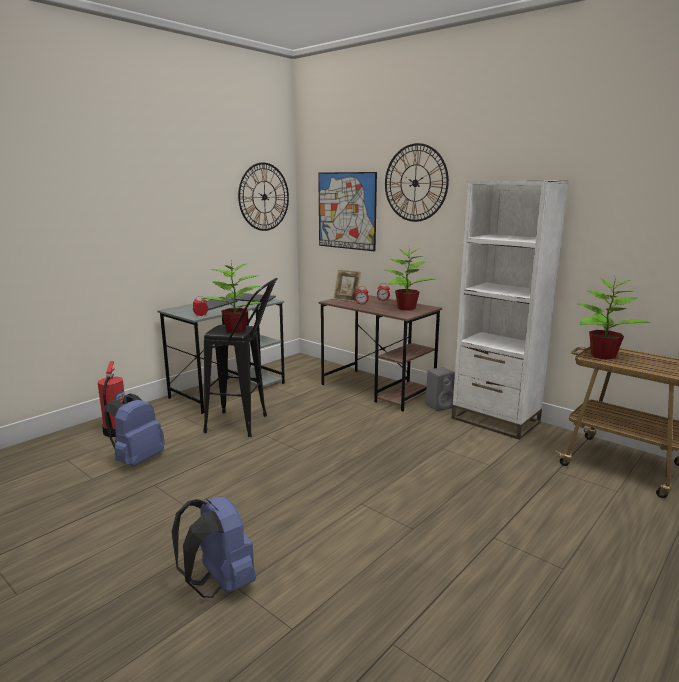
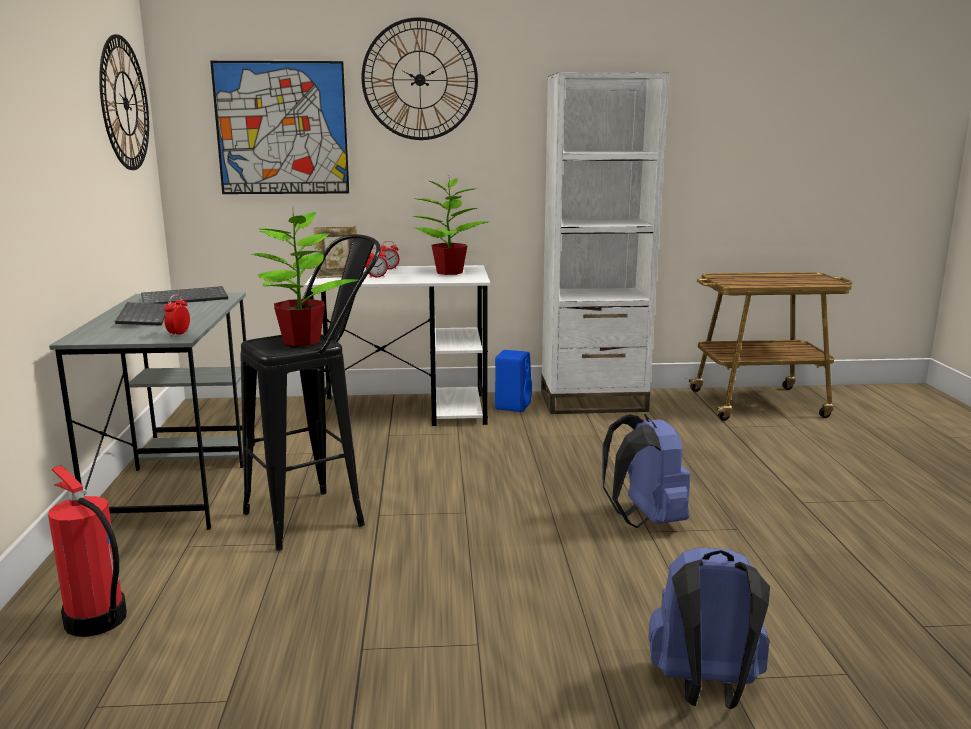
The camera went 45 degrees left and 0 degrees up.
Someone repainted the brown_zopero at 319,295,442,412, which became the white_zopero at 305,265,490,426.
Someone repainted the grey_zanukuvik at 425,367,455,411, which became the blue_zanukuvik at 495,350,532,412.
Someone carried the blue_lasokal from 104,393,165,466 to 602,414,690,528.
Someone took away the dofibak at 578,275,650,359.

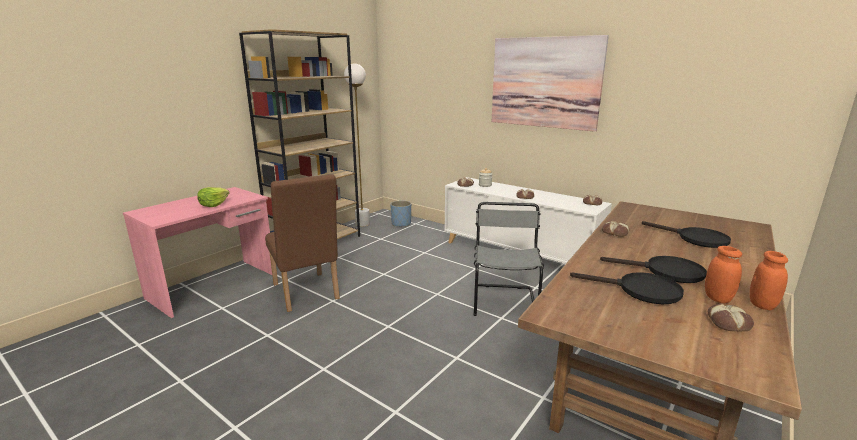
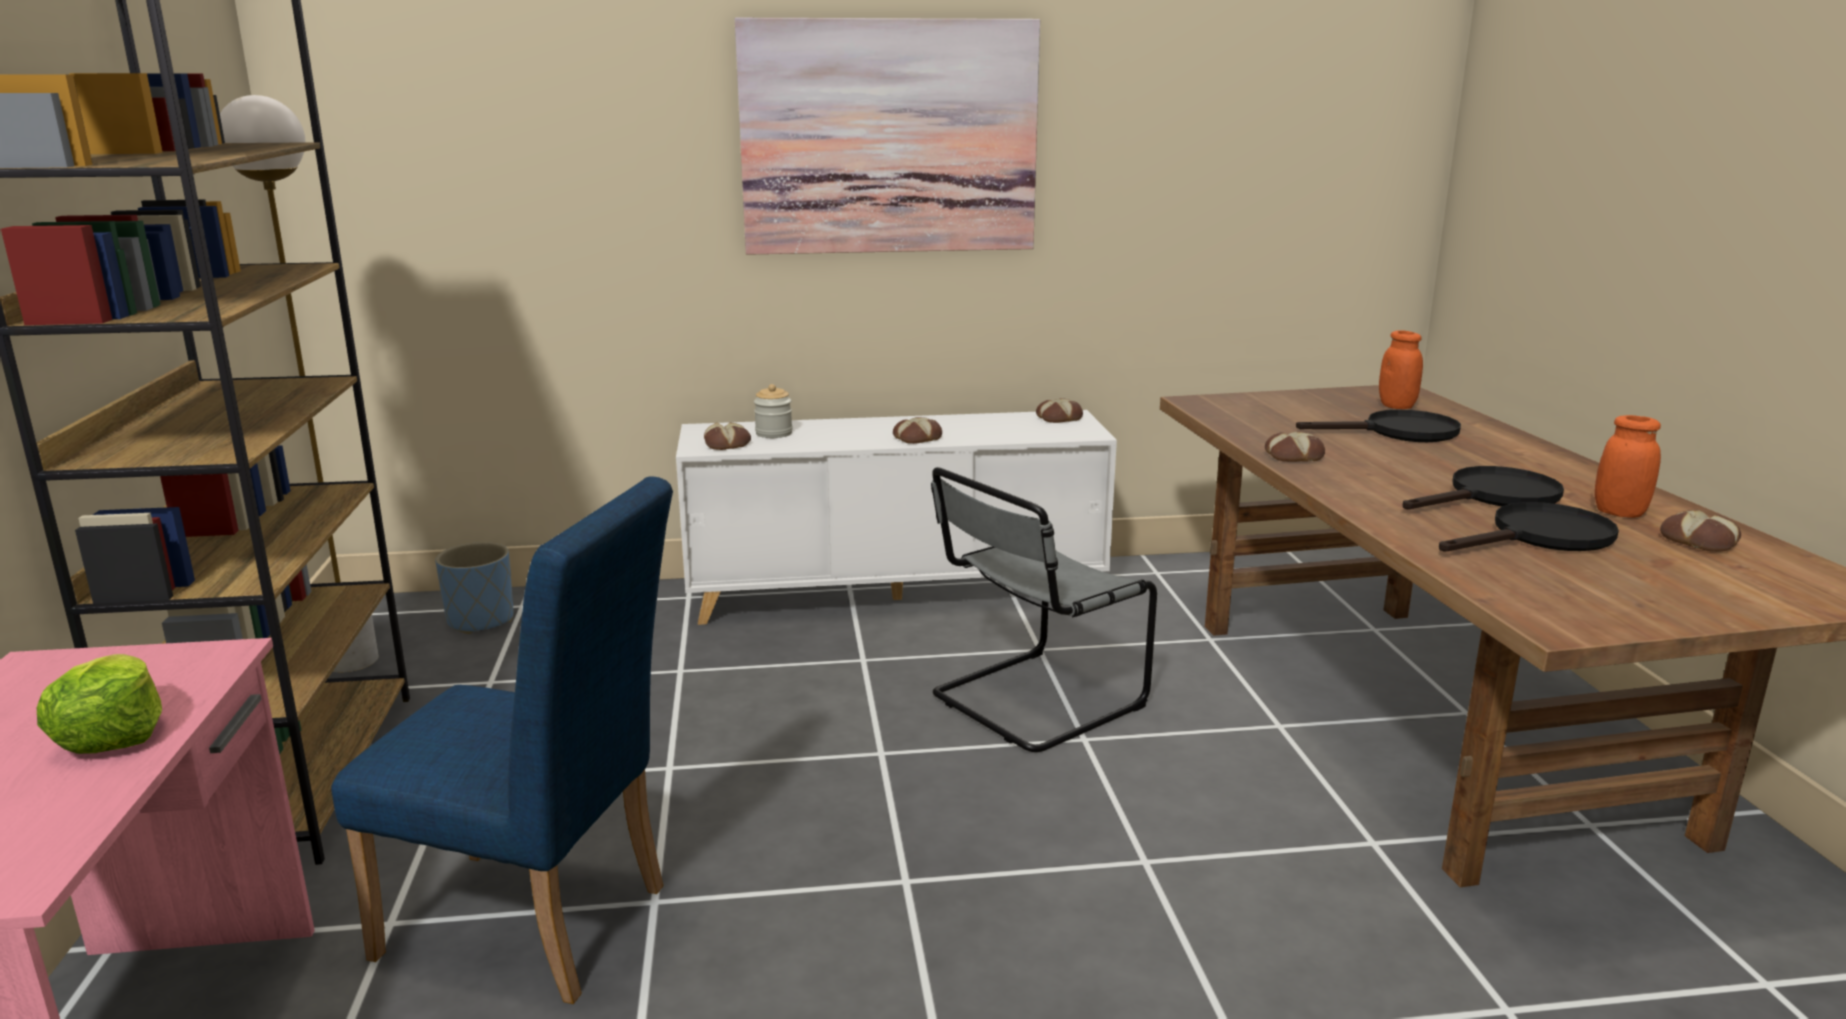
The camera went 45 degrees left and 0 degrees up.
Someone repainted the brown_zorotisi at 265,174,340,312, which became the blue_zorotisi at 331,476,673,1004.
Someone rotated the grey_zorotisi at 474,202,544,316 by 90 degrees counterclockwise.
Someone carried the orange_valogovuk from 750,251,788,310 to 1379,330,1423,409.

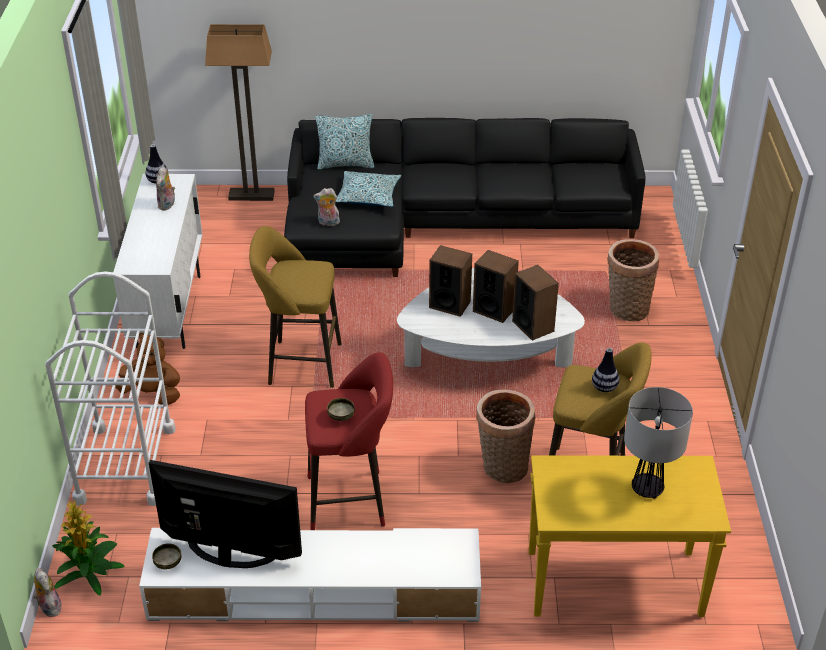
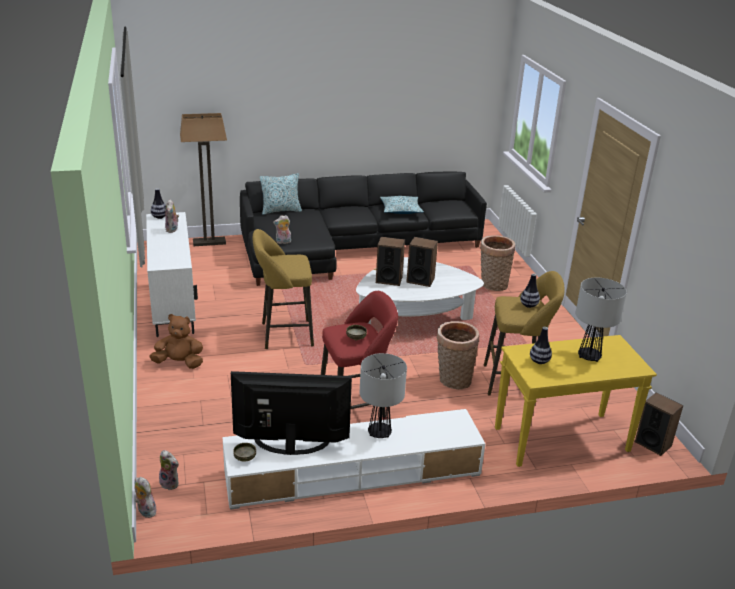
The camera went 15 degrees left and 10 degrees down.
Someone swapped the dofibak at 52,499,124,596 for the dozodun at 159,450,179,490.
Someone put down the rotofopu at 360,353,407,438.
Someone carried the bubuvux from 336,171,401,207 to 380,196,424,214.
Someone put down the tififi at 530,327,552,364.
Someone carried the zanukuvik from 512,265,559,341 to 635,392,683,456.
Someone took away the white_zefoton at 45,271,176,506.

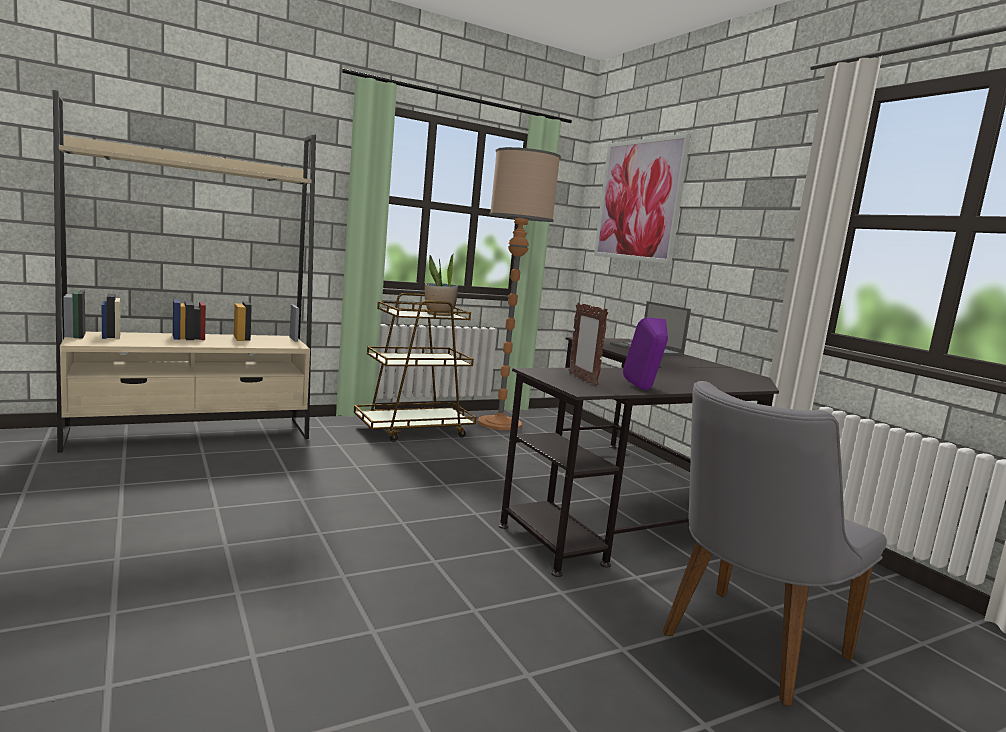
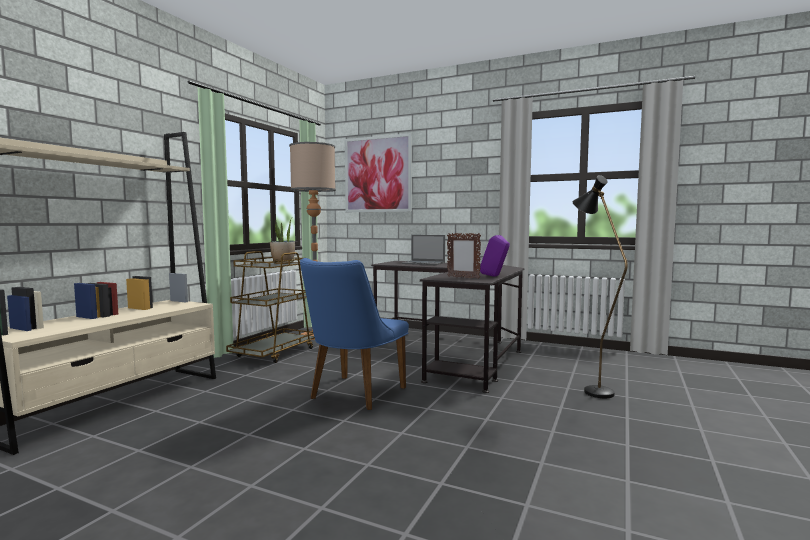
The camera went 35 degrees left and 5 degrees down.
Someone put down the blue_zorotisi at 300,258,409,410.
Someone swapped the grey_zorotisi at 663,381,887,706 for the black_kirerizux at 573,175,628,399.

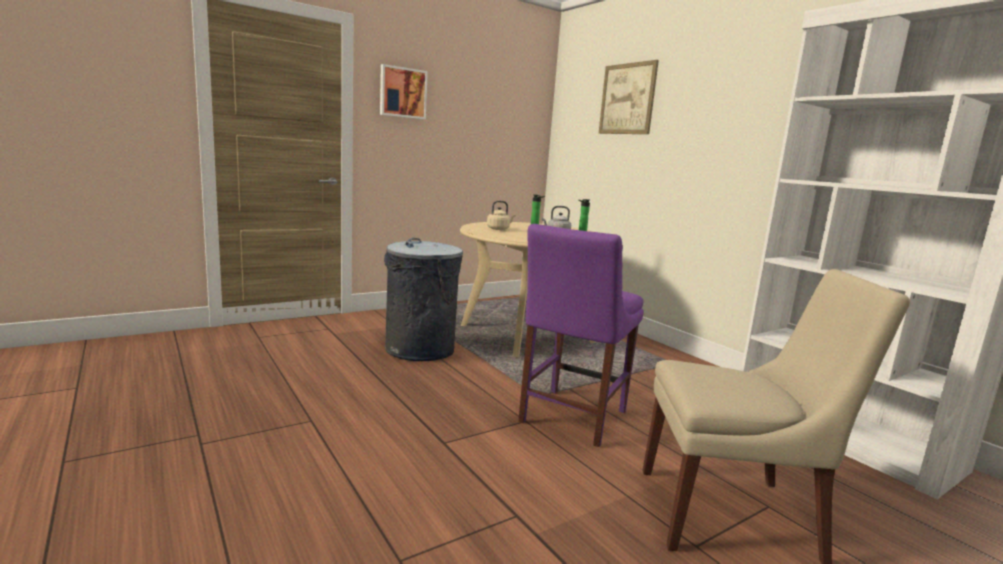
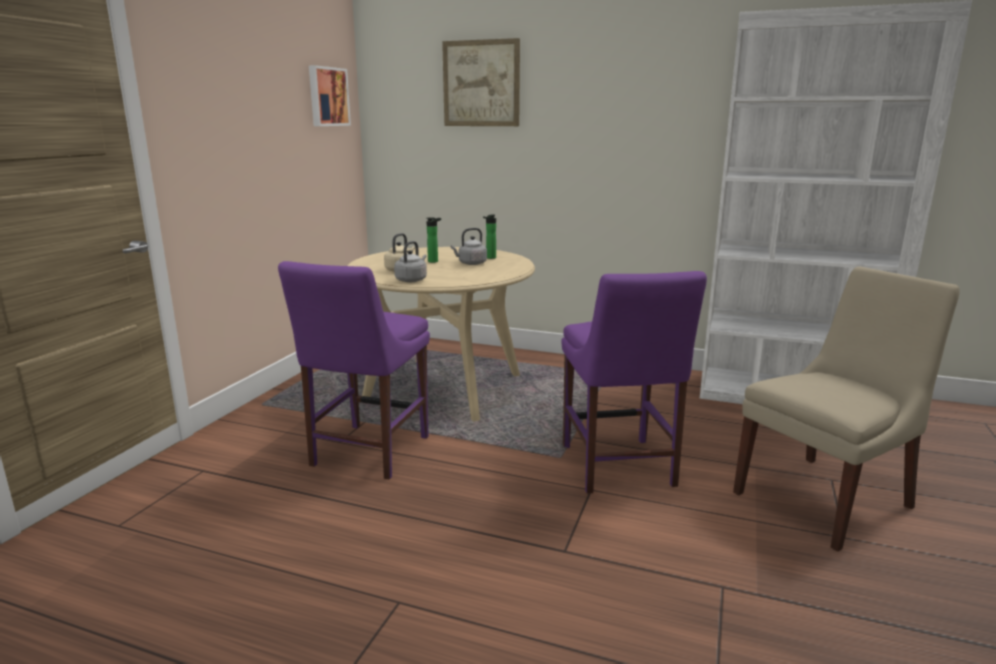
The camera went 35 degrees left and 5 degrees up.
Someone swapped the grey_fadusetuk at 384,238,463,361 for the purple_zorotisi at 278,261,430,480.
Someone carried the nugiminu from 380,64,428,119 to 309,65,351,126.
Someone put down the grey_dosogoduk at 394,241,427,282.

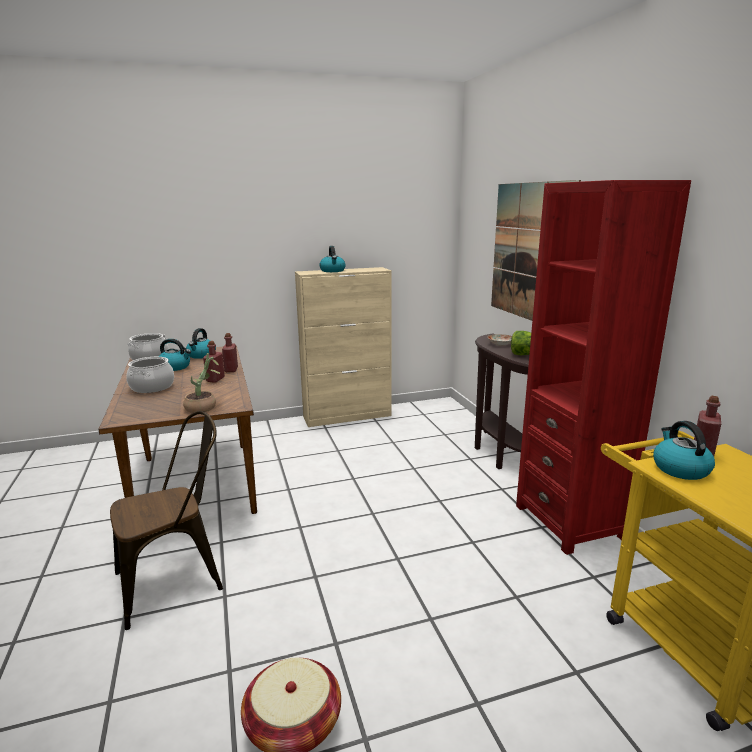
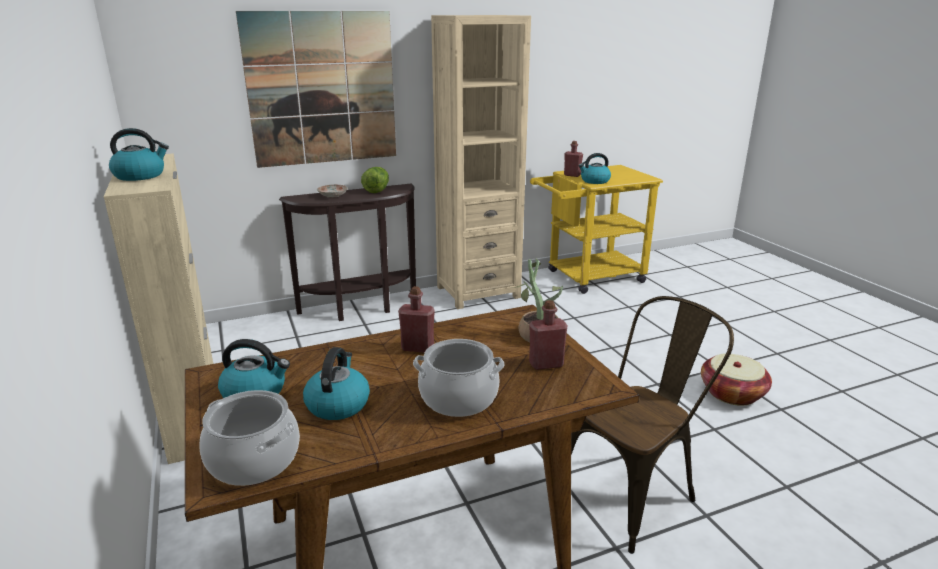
The camera went 95 degrees left and 5 degrees up.
Someone repainted the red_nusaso at 516,180,691,555, which became the beige_nusaso at 431,15,531,309.
Someone carried the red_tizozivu from 222,333,238,372 to 529,300,568,370.
Someone rotated the brown_zorotisi at 110,411,223,630 by 90 degrees clockwise.

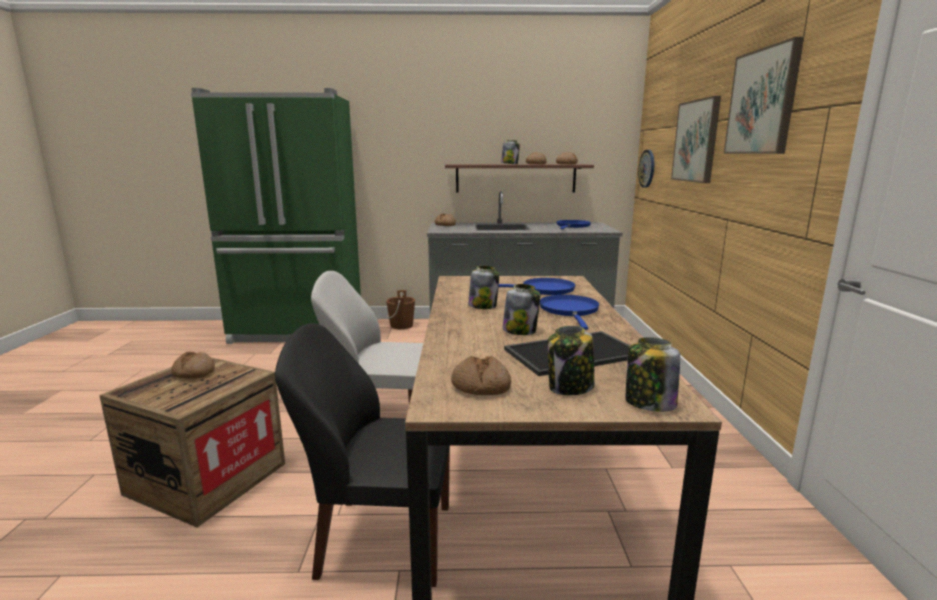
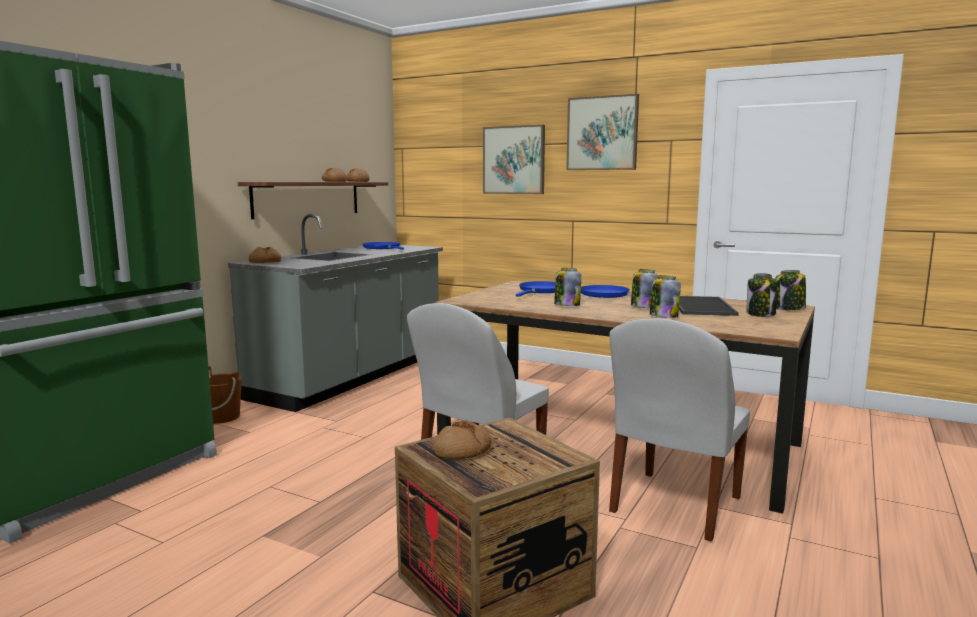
The camera went 60 degrees left and 5 degrees down.
Someone repainted the black_zorotisi at 275,323,450,587, which became the white_zorotisi at 609,318,750,542.
Someone carried the valogovuk from 501,140,520,164 to 650,275,681,318.
Someone took away the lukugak at 451,356,511,395.
Someone took away the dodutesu at 638,150,654,188.

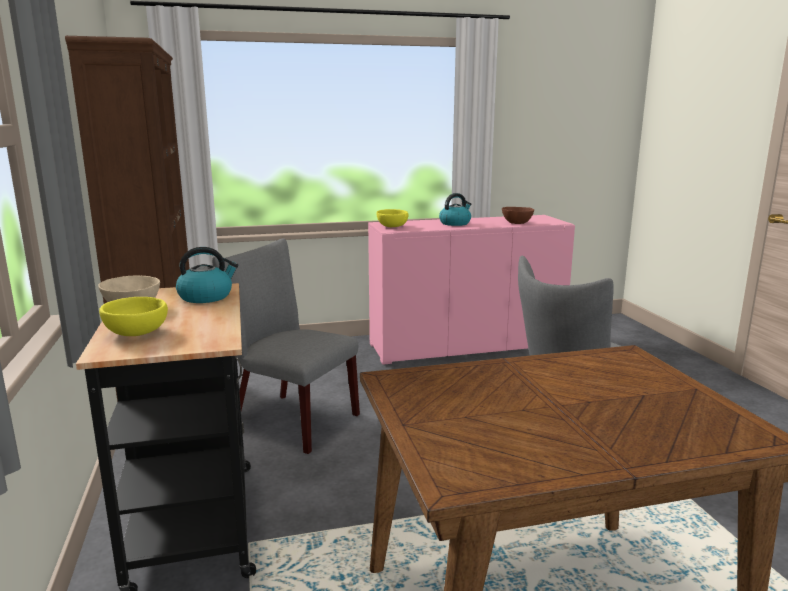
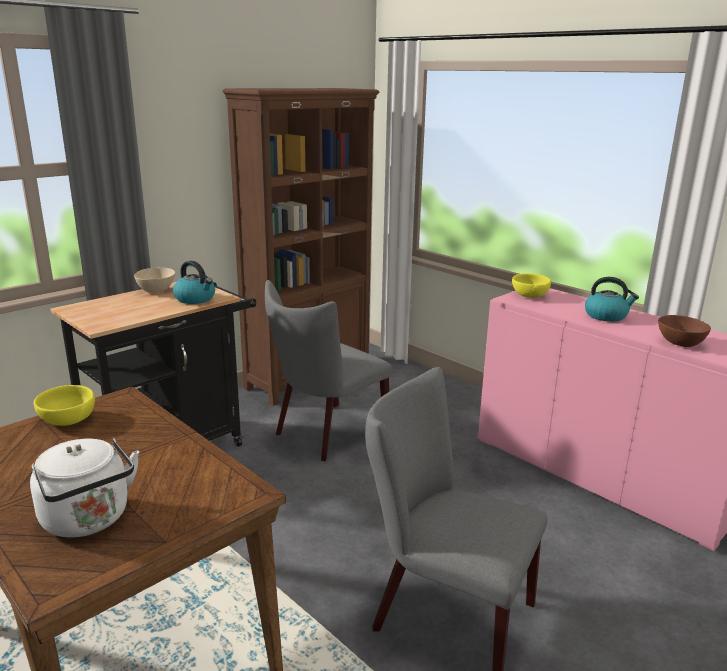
The camera went 60 degrees right and 5 degrees up.
Someone put down the white_dosogoduk at 30,438,139,538.
Someone carried the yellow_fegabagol from 99,297,168,336 to 34,385,95,426.
Someone rotated the grey_zorotisi at 212,238,360,454 by 135 degrees counterclockwise.

